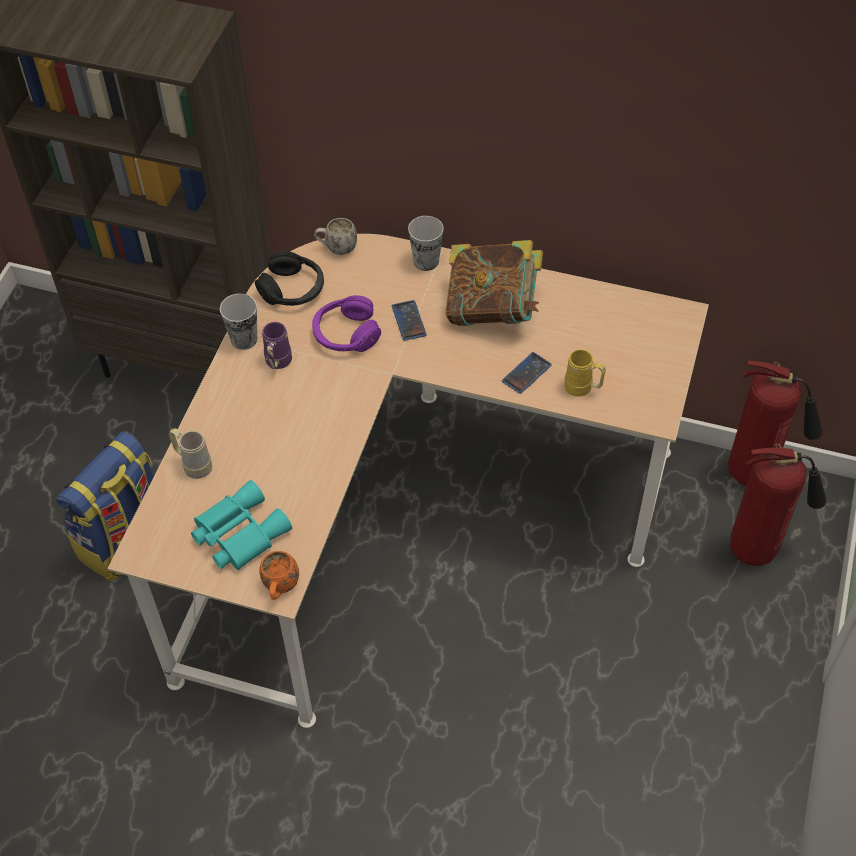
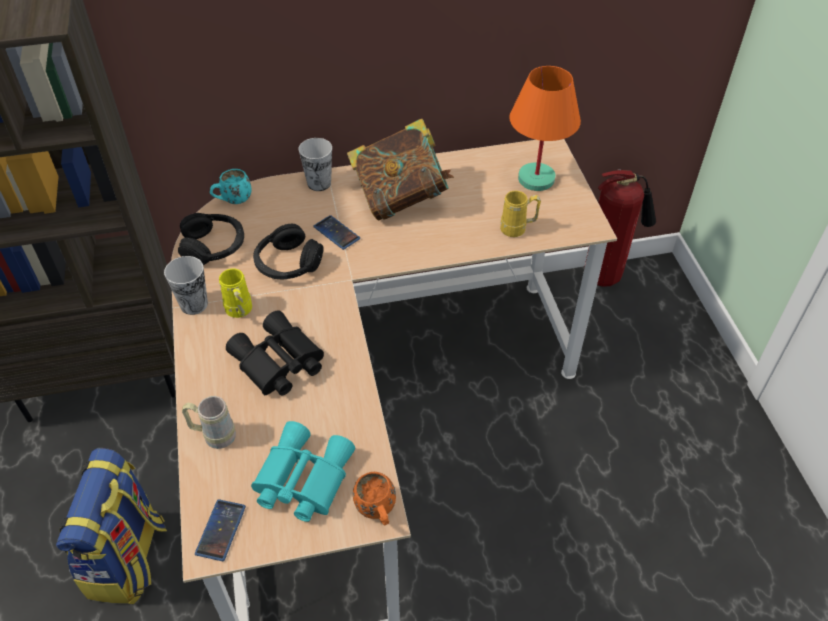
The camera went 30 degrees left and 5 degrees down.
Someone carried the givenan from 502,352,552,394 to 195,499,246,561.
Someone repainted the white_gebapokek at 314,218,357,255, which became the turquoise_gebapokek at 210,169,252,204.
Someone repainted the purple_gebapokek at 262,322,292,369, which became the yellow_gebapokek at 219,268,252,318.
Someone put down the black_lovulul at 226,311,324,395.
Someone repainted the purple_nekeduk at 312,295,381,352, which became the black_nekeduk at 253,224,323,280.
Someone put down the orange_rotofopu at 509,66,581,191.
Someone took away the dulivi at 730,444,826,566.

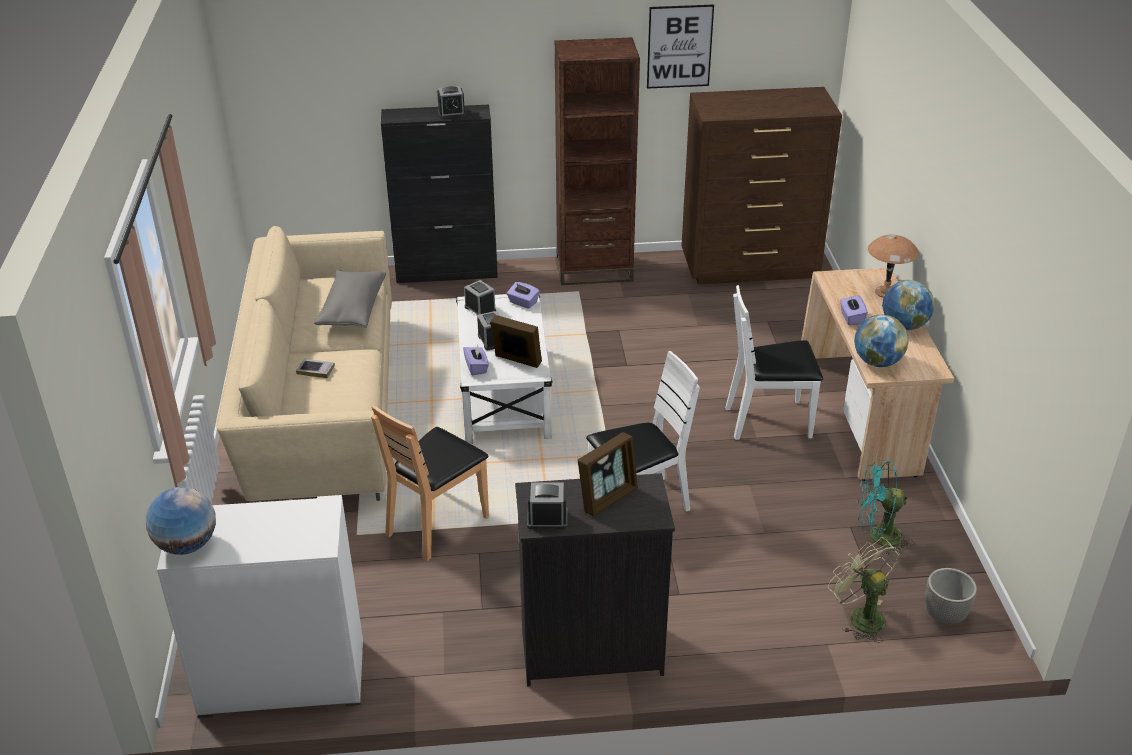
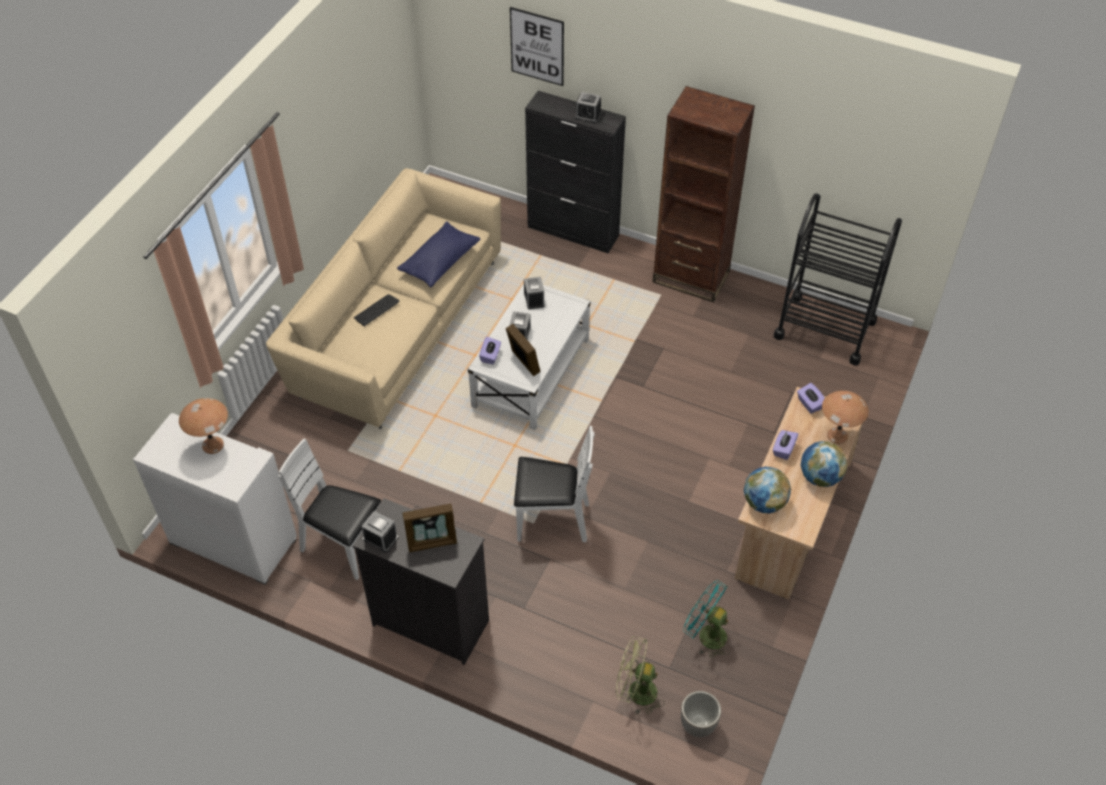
The camera went 30 degrees right and 15 degrees up.
Someone put down the brown_rotofopu at 179,398,228,454.
Someone carried the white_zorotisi from 726,285,823,440 to 279,439,381,580.
Someone swapped the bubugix at 296,359,335,378 for the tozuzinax at 354,294,400,326.
Someone repainted the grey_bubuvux at 314,270,386,327, which became the blue_bubuvux at 397,221,481,287.
Someone carried the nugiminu from 647,4,714,89 to 510,7,564,86.
Someone rotated the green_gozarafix at 828,537,900,643 by 75 degrees counterclockwise.
Someone swapped the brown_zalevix at 681,87,842,284 for the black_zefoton at 774,193,902,365.
Someone carried the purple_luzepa from 507,282,540,309 to 797,383,825,414.
Someone took away the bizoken at 146,487,216,555.
Someone took away the brown_zorotisi at 371,405,489,561.

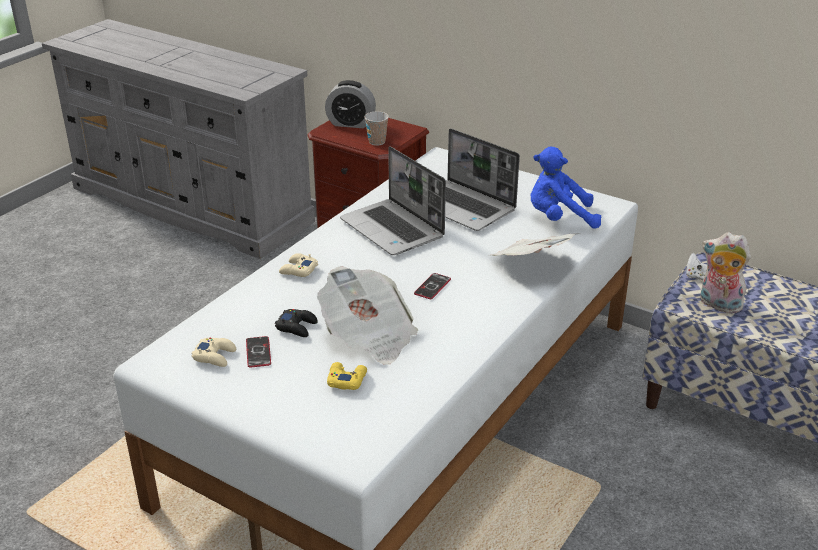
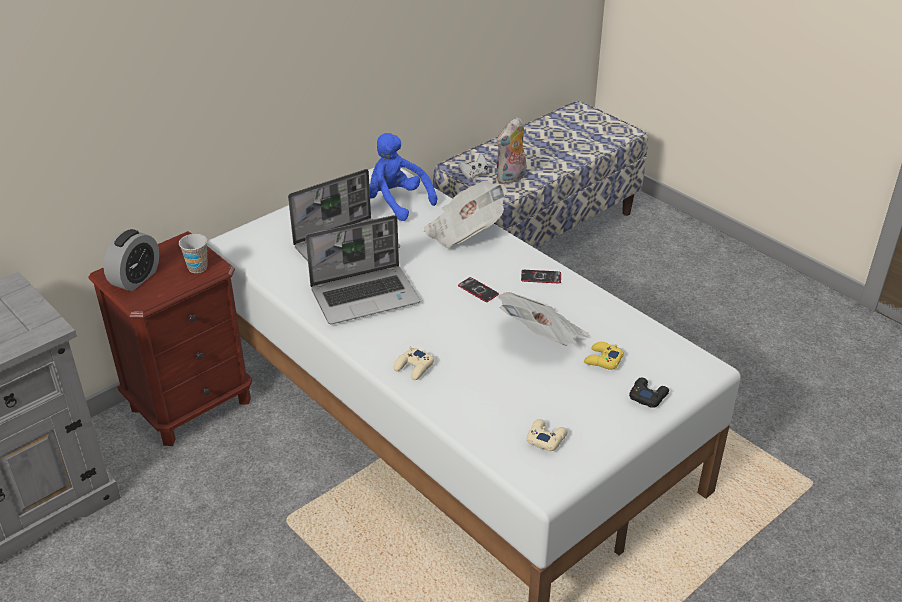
The camera went 75 degrees left and 5 degrees up.
Someone rotated the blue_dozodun at 531,147,601,229 by 120 degrees clockwise.
Someone carried the givenan from 246,336,271,368 to 521,270,561,283.
Someone carried the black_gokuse from 275,309,318,337 to 629,377,669,408.

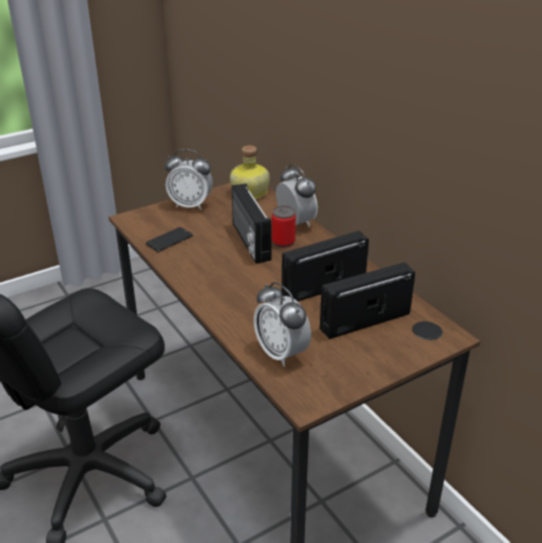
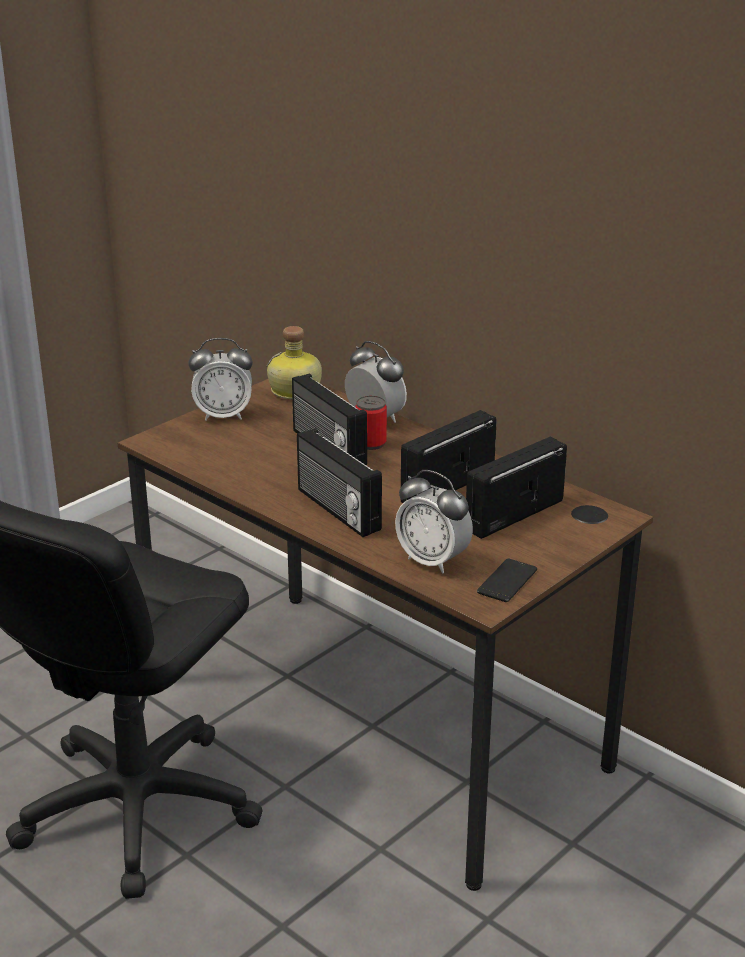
The camera went 15 degrees left and 5 degrees down.
Someone put down the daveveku at 297,428,382,537.
Someone carried the givenan from 146,227,193,252 to 477,559,537,602.

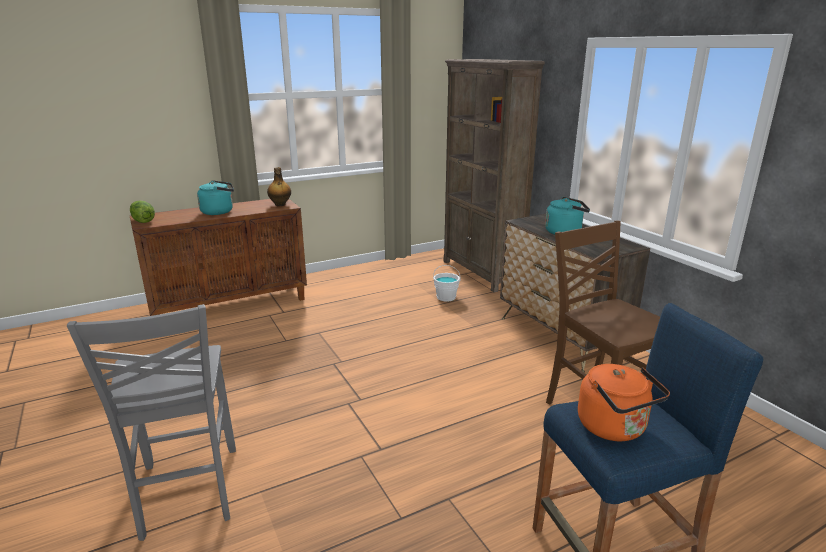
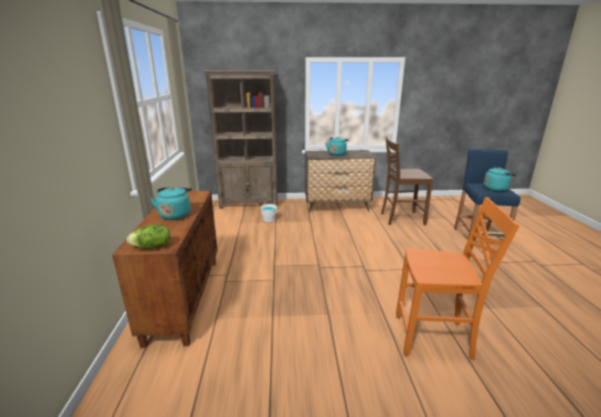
The camera went 65 degrees left and 0 degrees up.
Someone repainted the grey_zorotisi at 67,304,236,541, which became the orange_zorotisi at 396,197,520,360.
Someone repainted the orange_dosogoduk at 578,364,670,441, which became the turquoise_dosogoduk at 484,166,517,191.
Someone took away the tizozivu at 267,167,291,206.

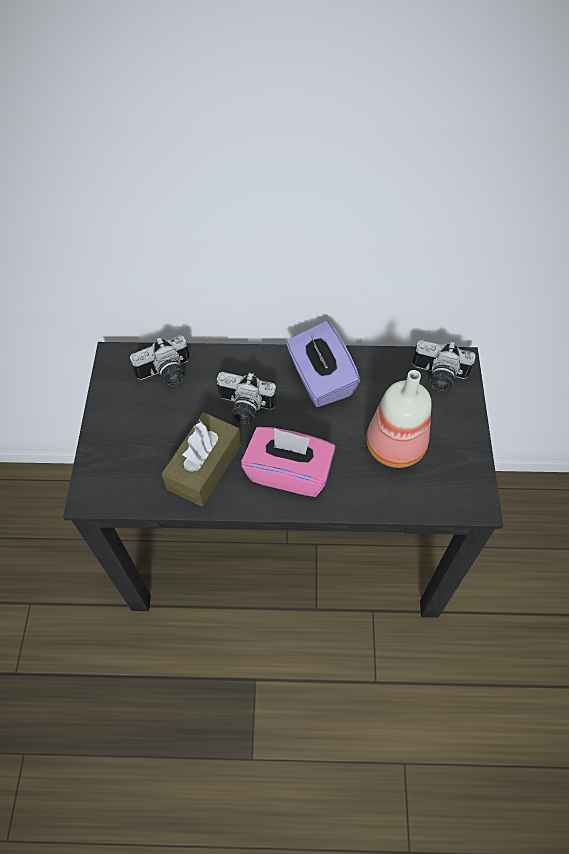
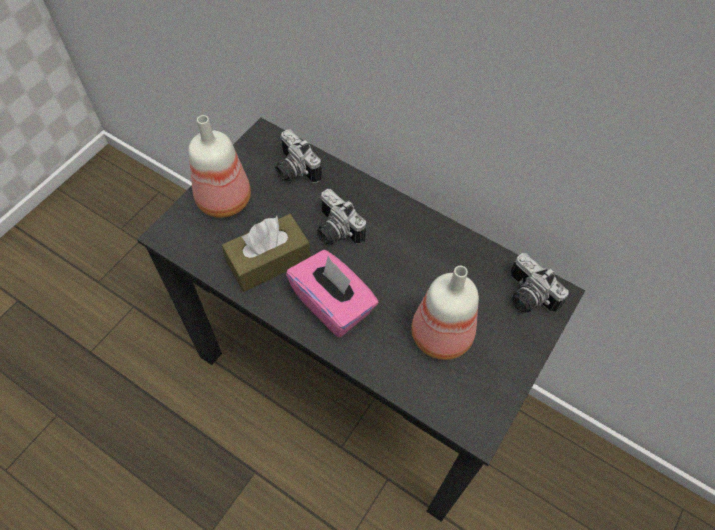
The camera went 30 degrees right and 0 degrees up.
Someone put down the tizozivu at 188,115,251,218.
Someone rotated the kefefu at 130,335,189,386 by 45 degrees clockwise.
Someone took away the purple_luzepa at 286,321,360,407.

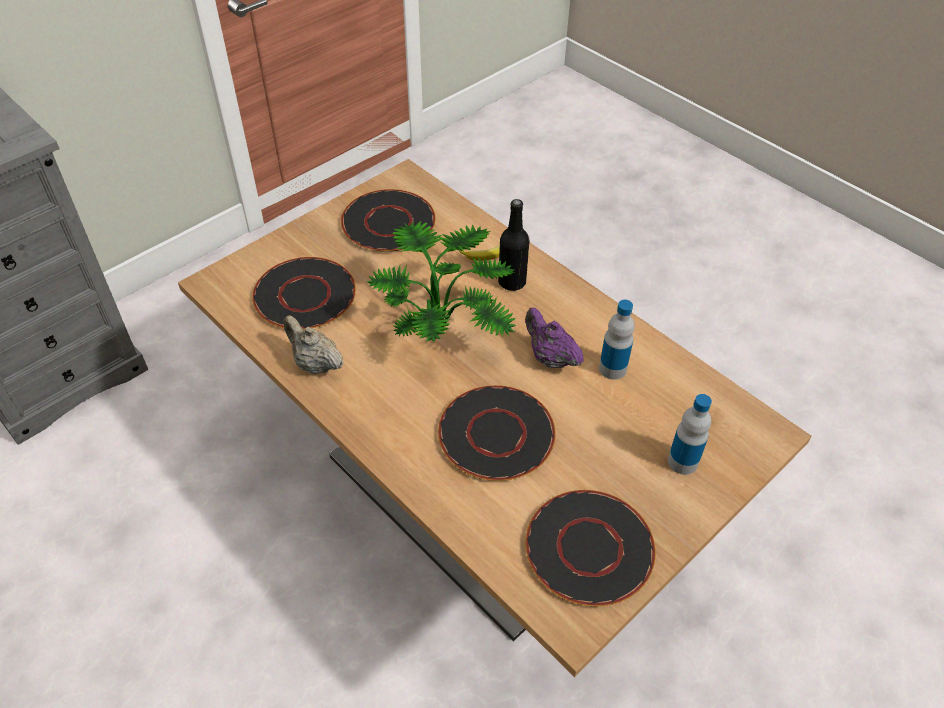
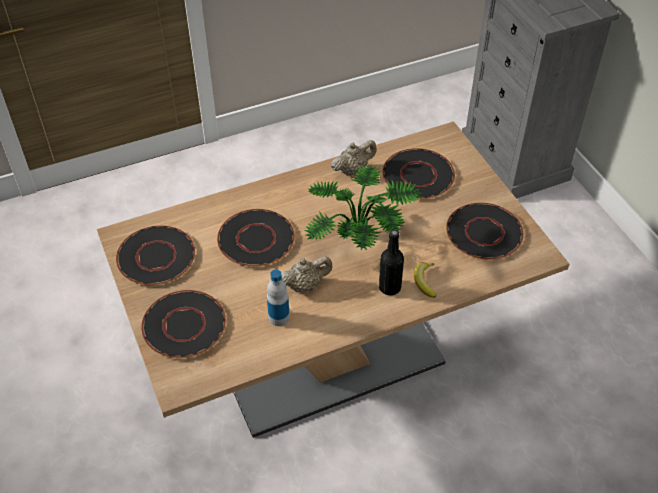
The camera went 110 degrees right and 0 degrees up.
Someone swapped the tizozivu at 668,394,712,475 for the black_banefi at 141,290,226,358.
Someone repainted the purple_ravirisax at 525,308,584,368, which became the beige_ravirisax at 281,256,332,293.

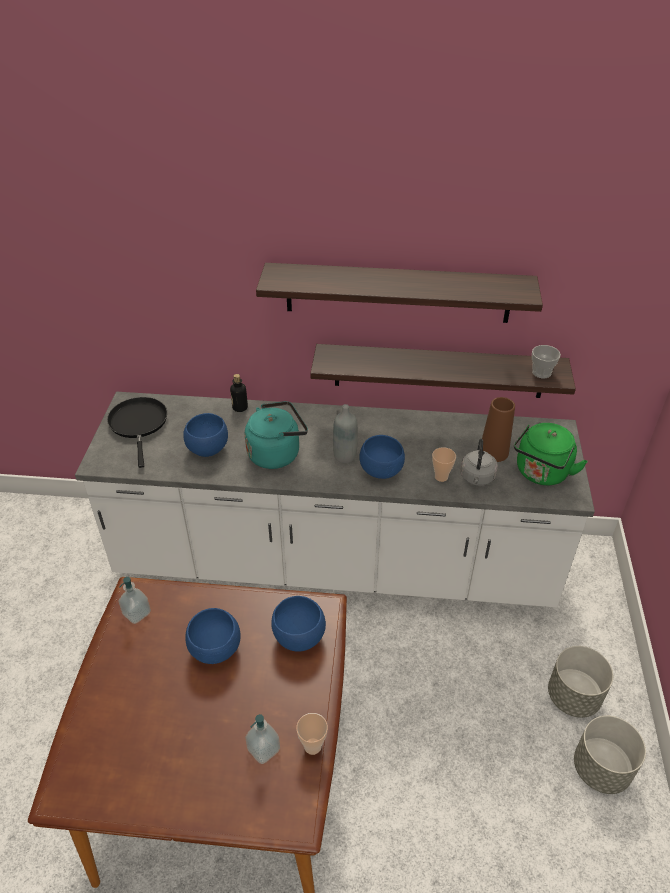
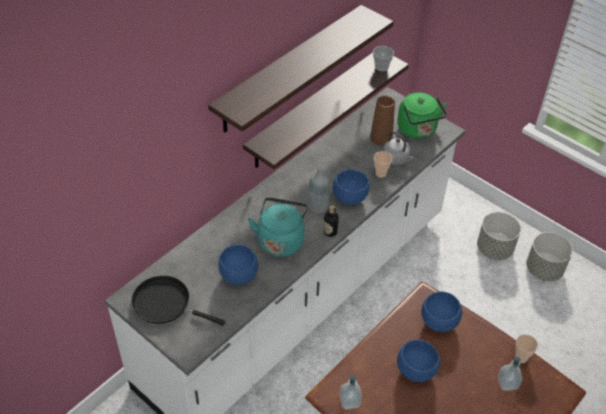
The camera went 55 degrees left and 5 degrees up.
Someone carried the tizozivu from 230,374,248,412 to 323,205,339,237.

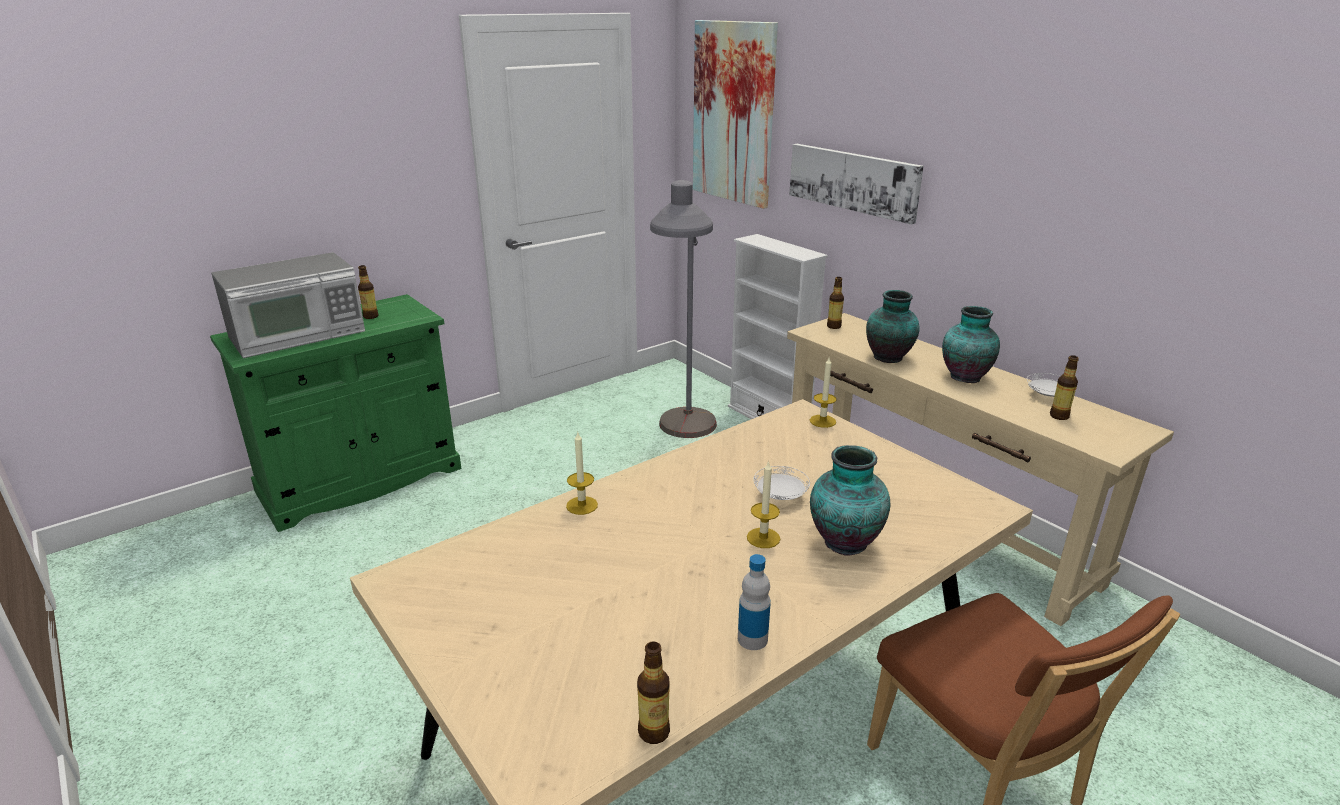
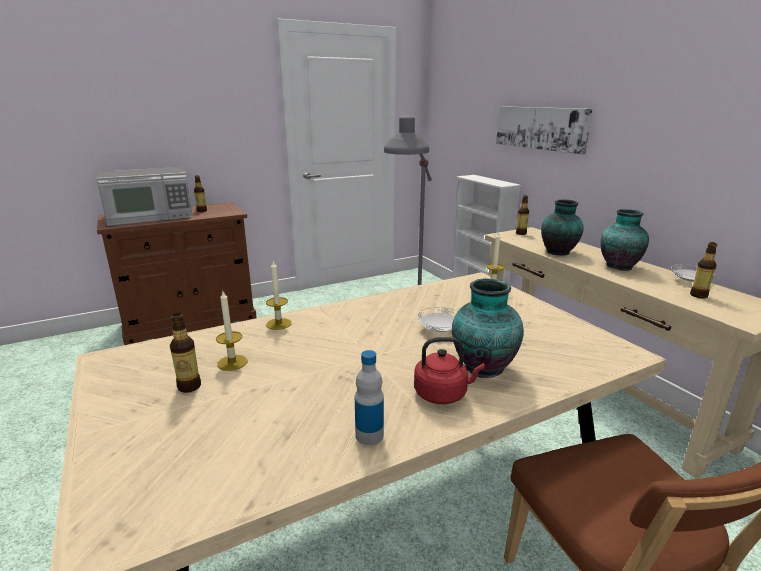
The camera went 10 degrees right and 5 degrees down.
Someone repainted the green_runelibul at 210,294,461,532, which became the brown_runelibul at 97,202,257,345.
Someone carried the tizozivu from 637,641,670,744 to 170,313,201,393.
Someone carried the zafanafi from 747,460,780,548 to 216,291,247,371.
Someone put down the red_dosogoduk at 414,337,485,404.
Someone took away the nugiminu at 693,20,778,209.

